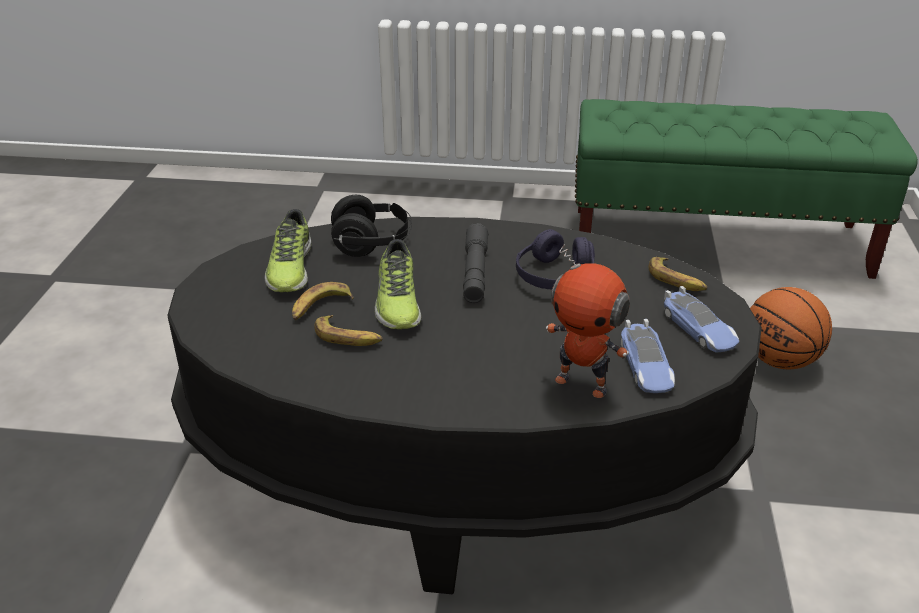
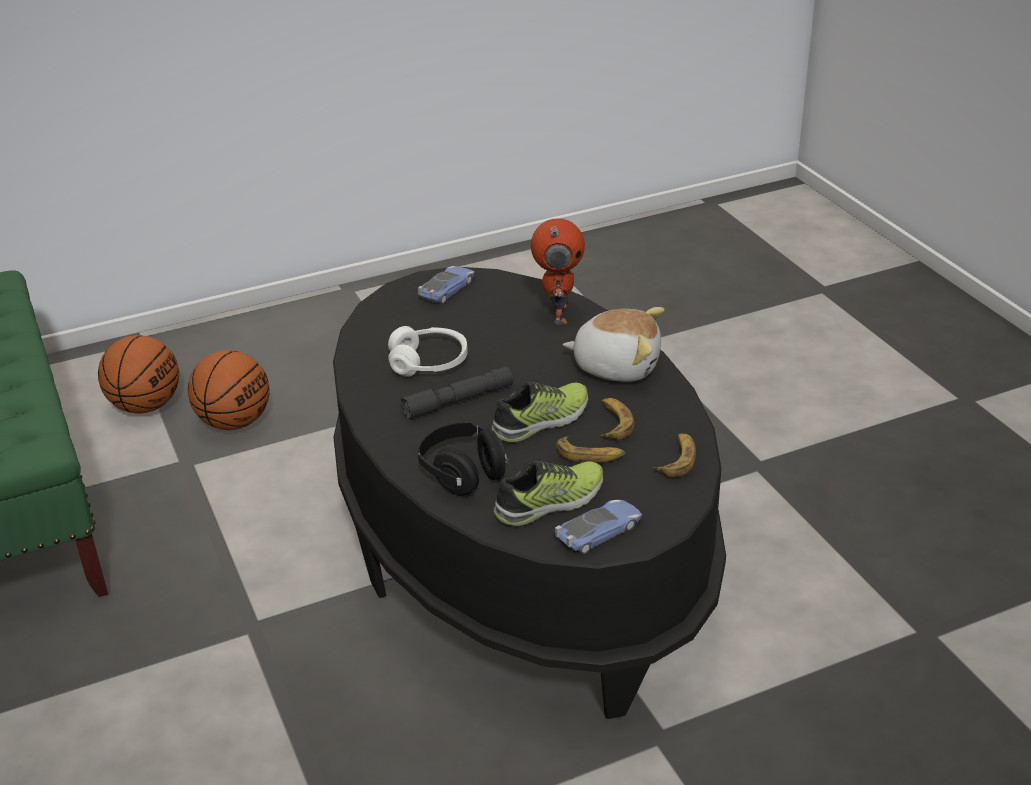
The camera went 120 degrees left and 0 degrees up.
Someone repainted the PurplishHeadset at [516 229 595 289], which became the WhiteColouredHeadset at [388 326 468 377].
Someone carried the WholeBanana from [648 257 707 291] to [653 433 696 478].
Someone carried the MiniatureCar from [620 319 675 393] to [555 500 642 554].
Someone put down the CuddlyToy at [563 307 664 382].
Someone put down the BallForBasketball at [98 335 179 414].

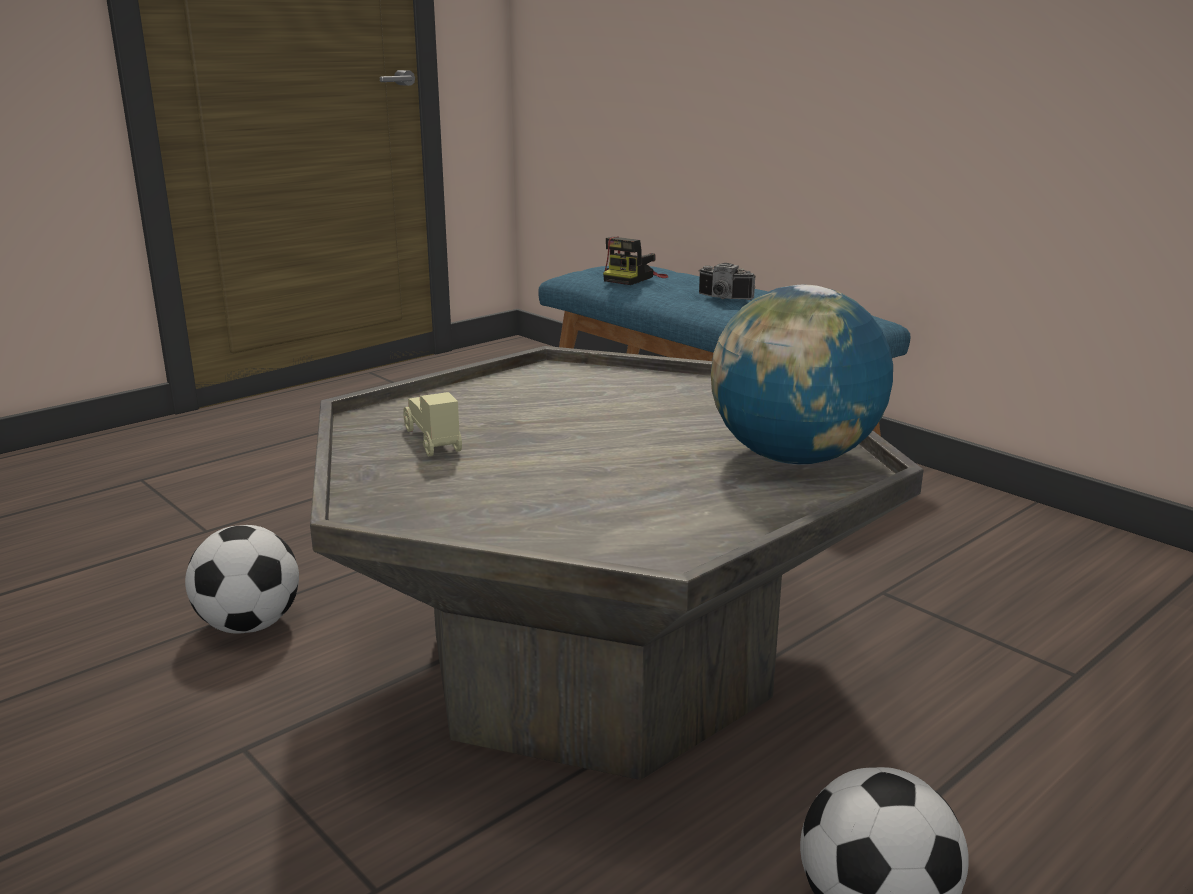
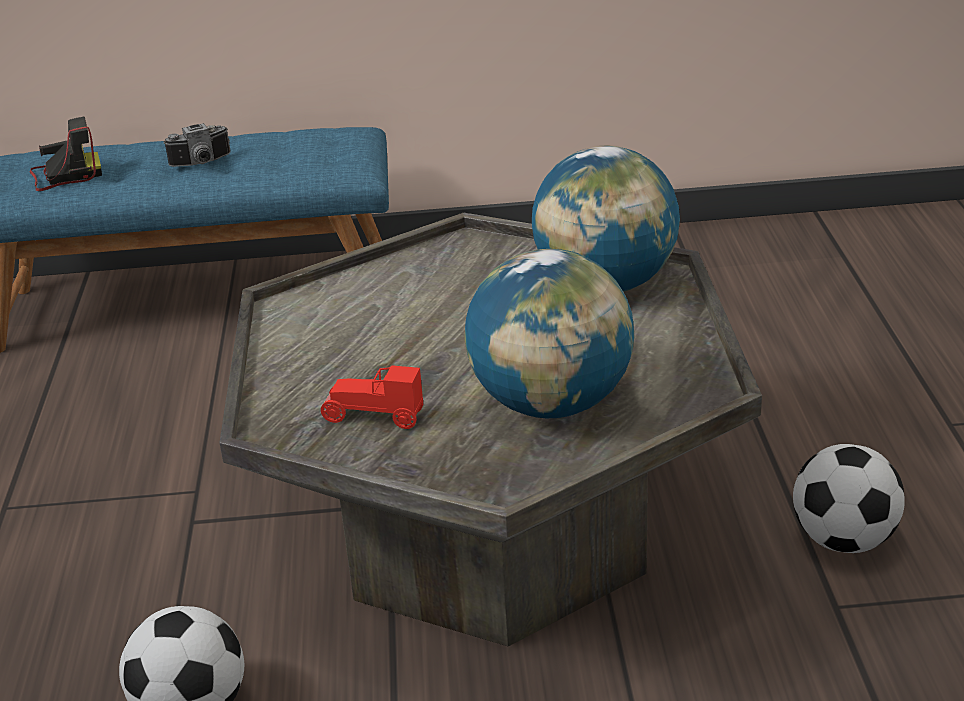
The camera went 50 degrees left and 10 degrees up.
Someone rotated the PhotoCamera at [603 237 668 285] by 90 degrees counterclockwise.
Someone repainted the BeigeColouredMiniatureCar at [403 392 462 456], which became the RedColouredMiniatureCar at [321 365 423 429].
Someone put down the Globe at [465 249 634 418].

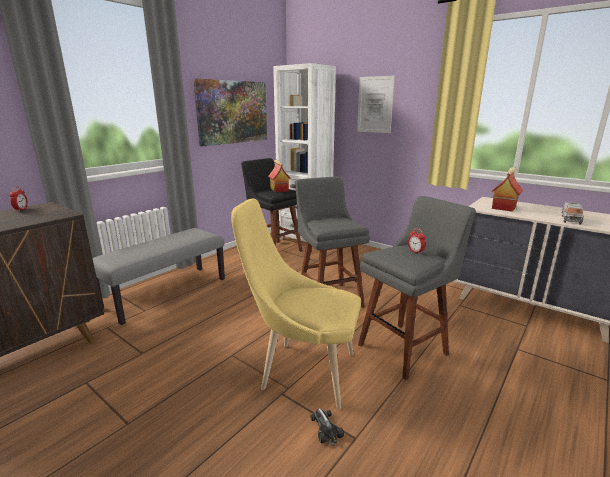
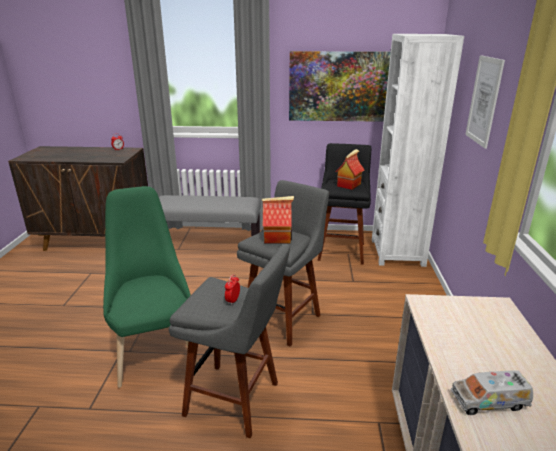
The camera went 55 degrees right and 5 degrees up.
Someone carried the MiniatureHouse from [491 167 523 212] to [262 196 294 243].
Someone repainted the YellowColouredChair at [231 199 361 409], which became the GreenColouredChair at [103 186 197 388].
Someone took away the MiniatureCar at [310 408 344 446].

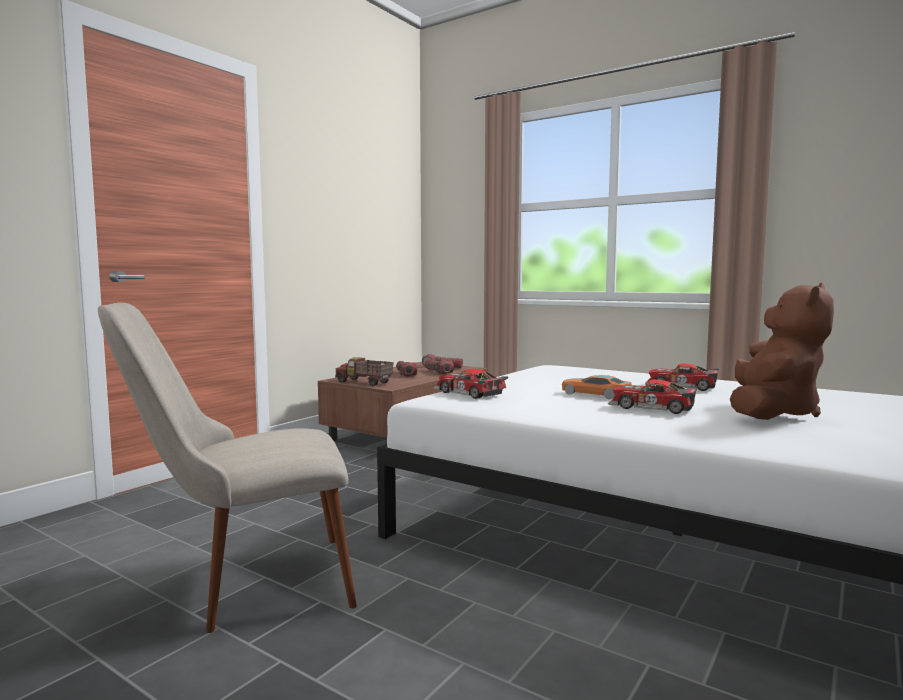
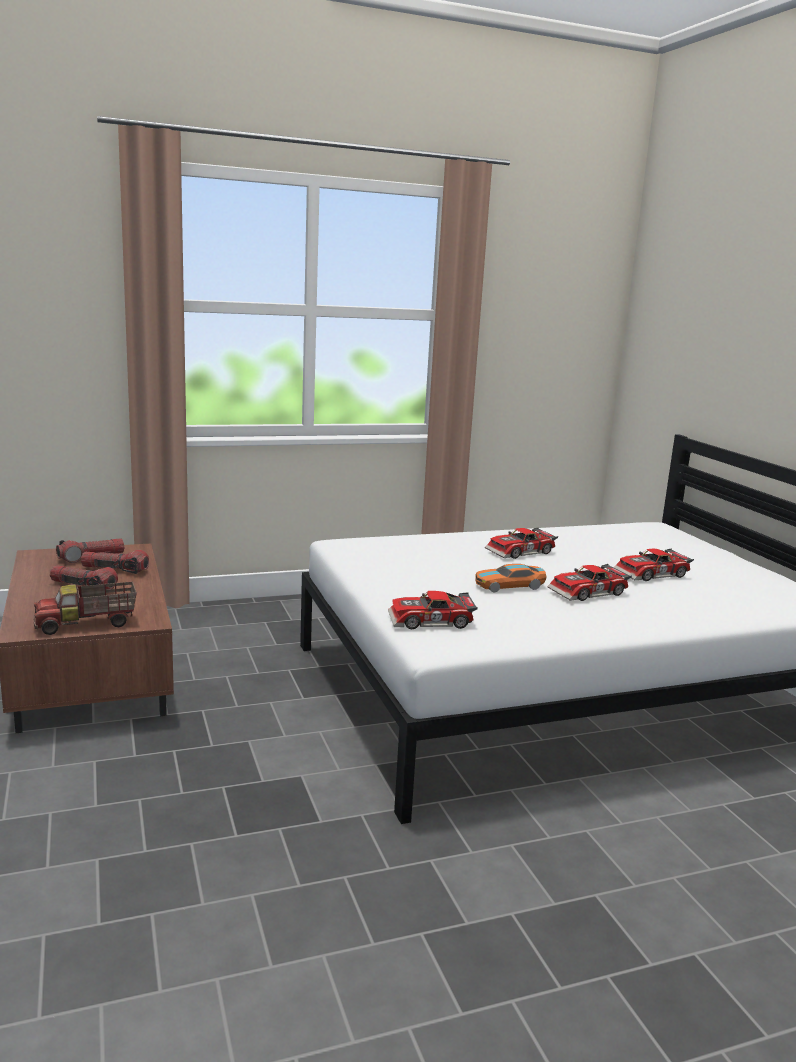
The camera went 55 degrees left and 10 degrees up.
Someone swapped the BrownishCuddlyToy at [730 283 834 420] for the MiniatureCar at [613 549 694 581].
Someone took away the BeigeColouredChair at [98 303 357 633].

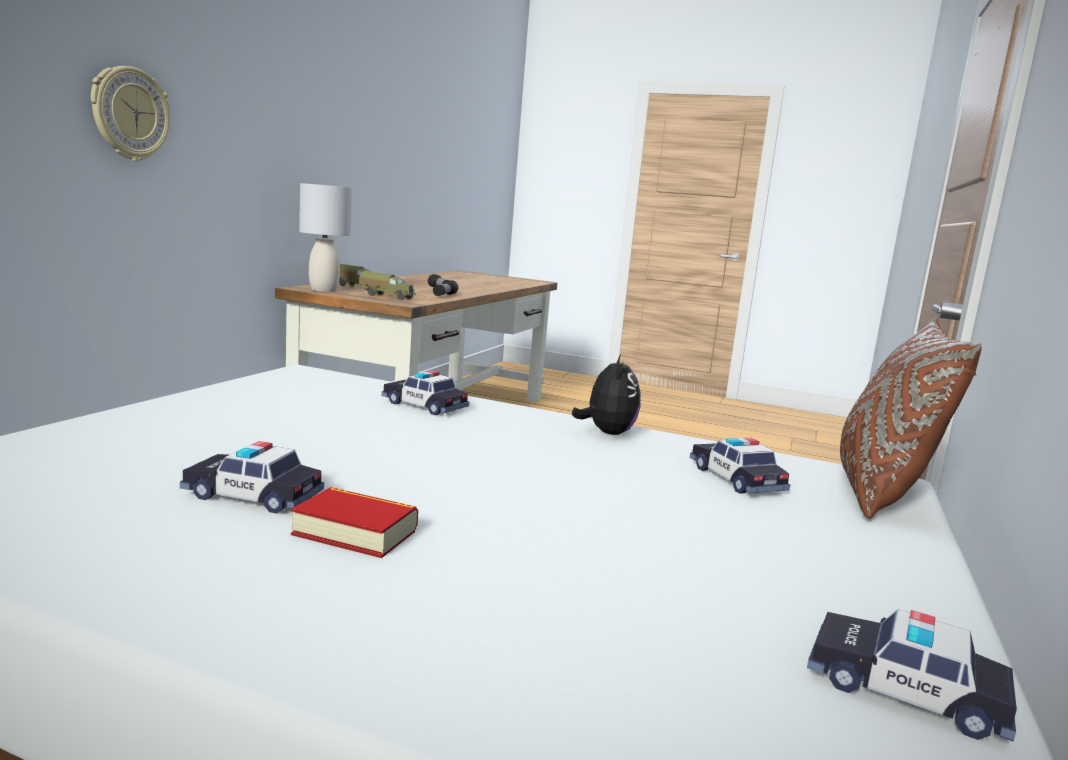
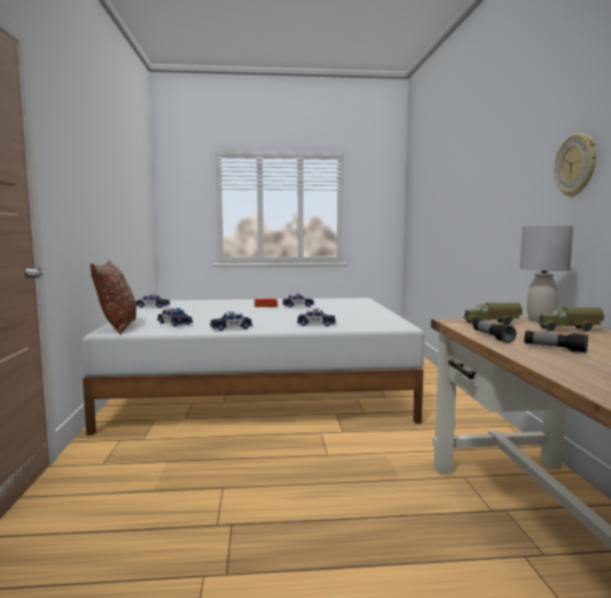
The camera went 155 degrees right and 5 degrees down.
Someone carried the HangingClock from [91 66 170 161] to [554 133 597 197].
Someone swapped the CuddlyToy at [572 354 641 435] for the MiniatureCar at [210 311 252 331].

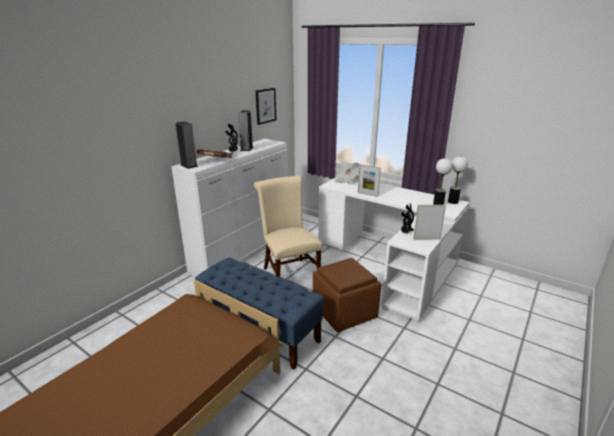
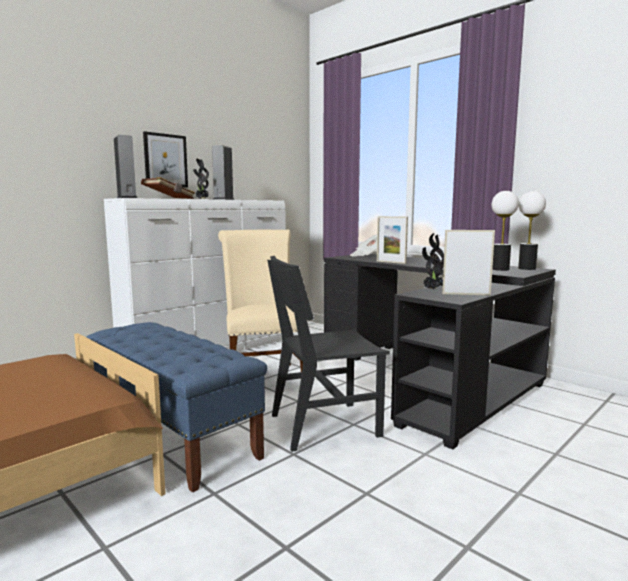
The camera went 10 degrees right and 15 degrees down.
Someone carried the WallArt from [256 88 276 125] to [143 131 188 188].
Someone repainted the WhiteColouredDesk at [318 177 469 323], which became the BlackColouredDesk at [324 254 556 449].
Someone swapped the BrownishFootrest at [313 258 381 332] for the BlackColouredChair at [267 256 390 452].

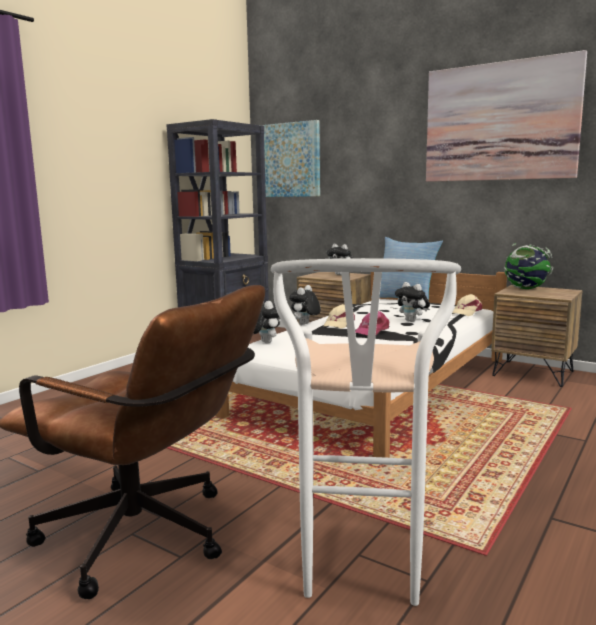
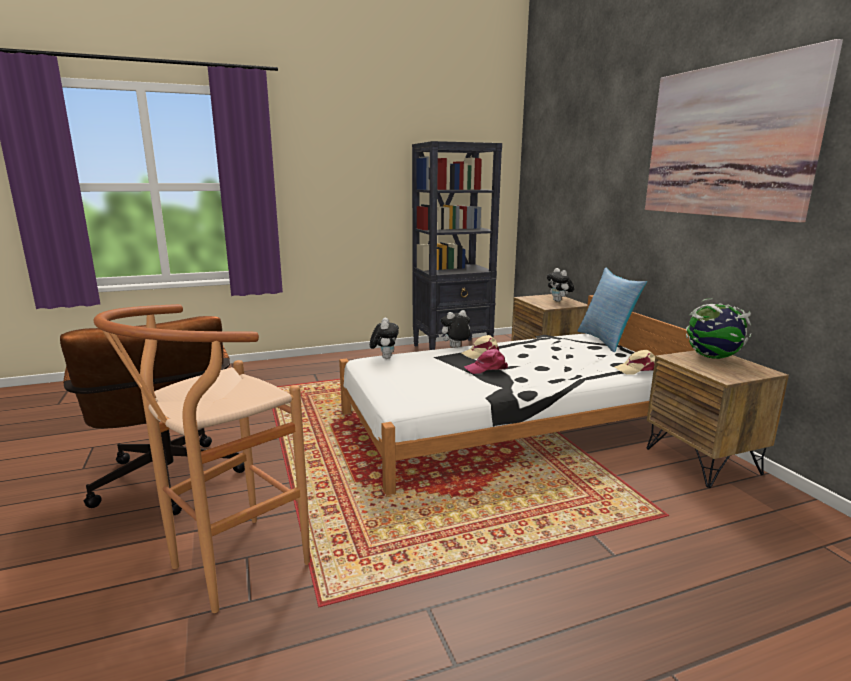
The camera went 35 degrees right and 5 degrees up.
Someone took away the WallArt at [261 120 320 197].
Someone repainted the WhiteColouredStoolSeat at [271 258 461 606], which became the BrownishStoolSeat at [94 304 310 613].
Someone took away the CuddlyToy at [395 282 430 322].

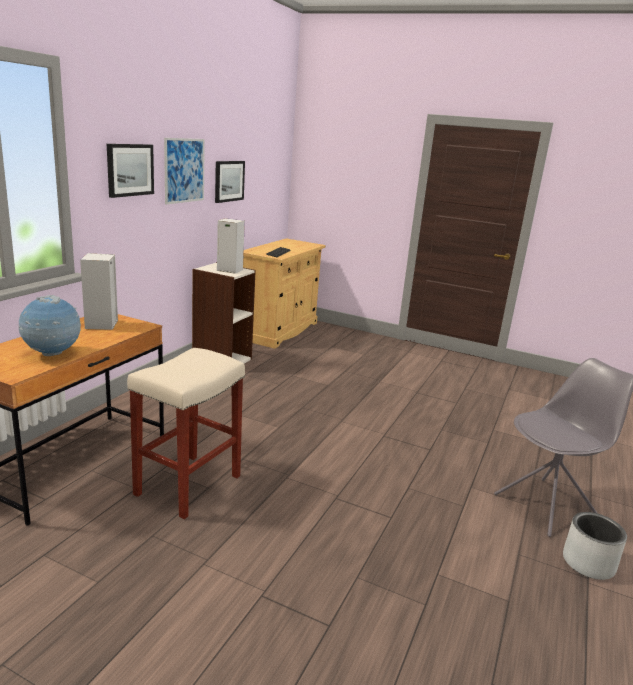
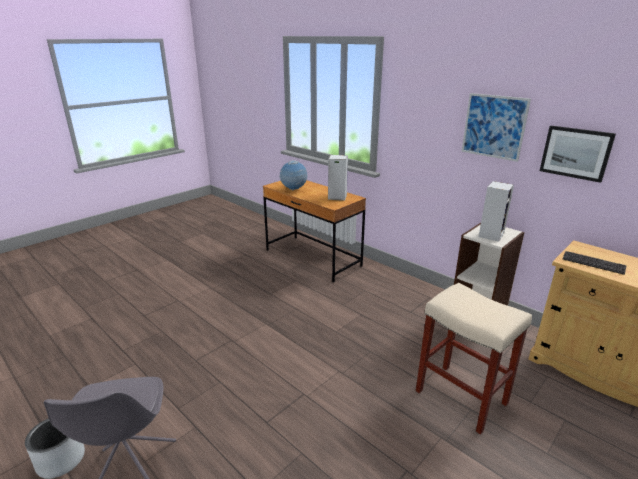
The camera went 110 degrees right and 5 degrees up.
Someone took away the WallArt at [107 144 154 198].
Someone carried the BeigeColouredStoolSeat from [127 348 245 519] to [416 283 532 434].

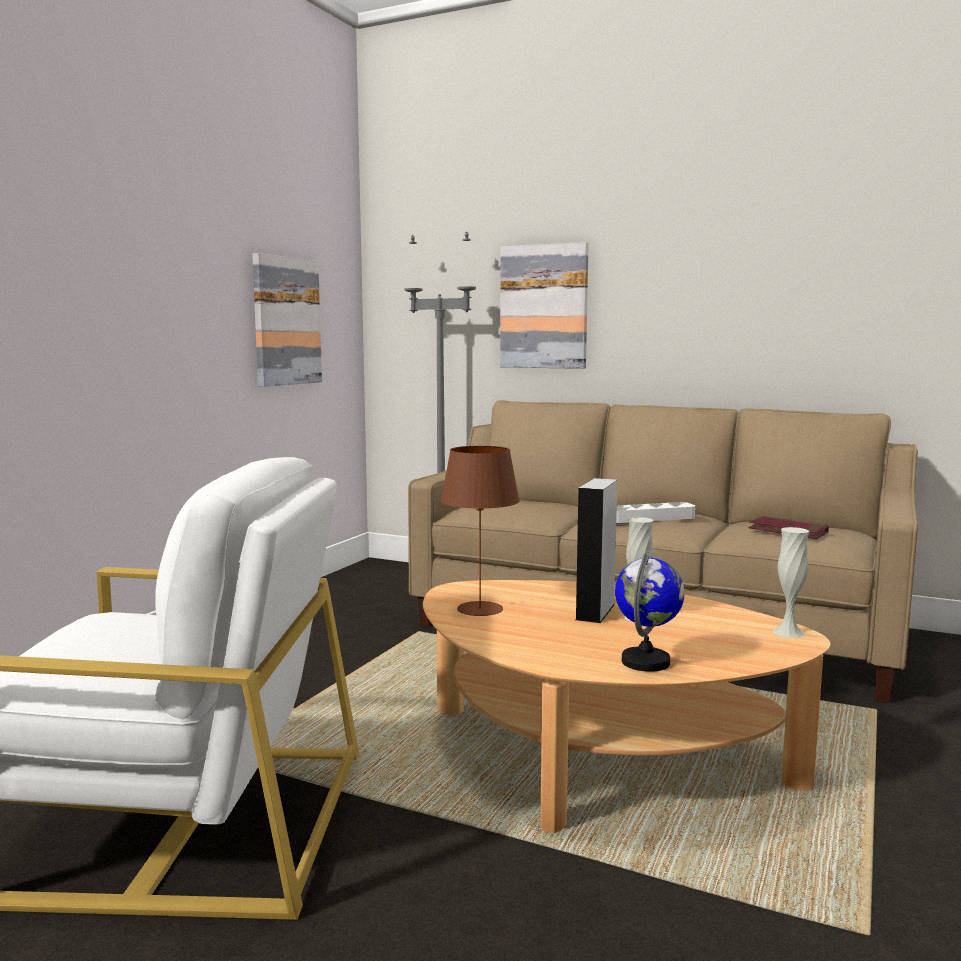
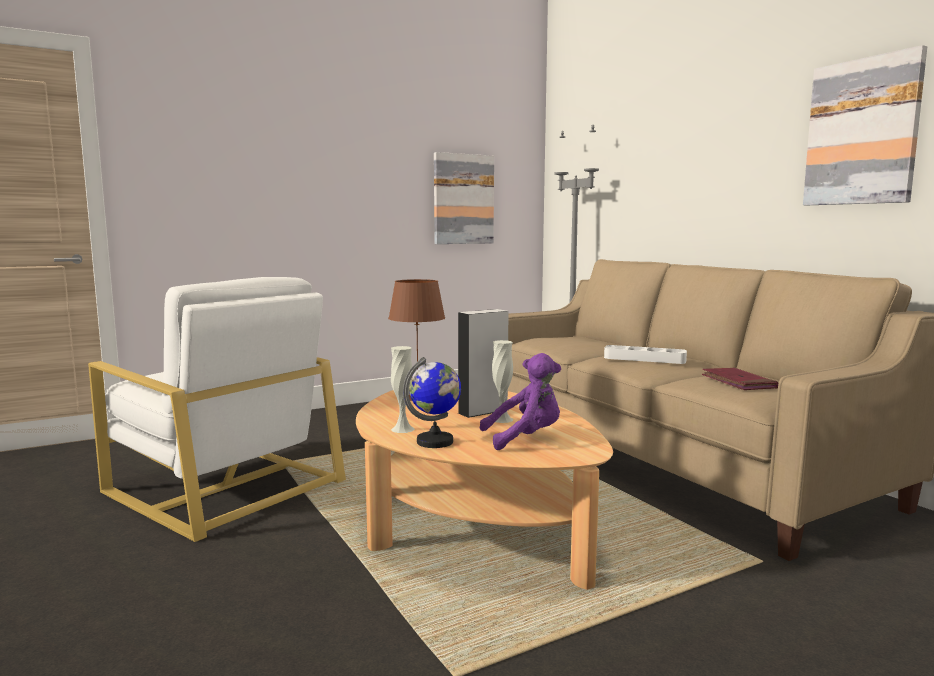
The camera went 35 degrees right and 0 degrees up.
Someone carried the WallArt from [500 242 589 369] to [803 45 927 205].
Someone carried the WhiteColouredFlowerVase from [773 527 809 638] to [391 346 415 433].
Someone put down the PurplishCuddlyToy at [480 353 561 450].

